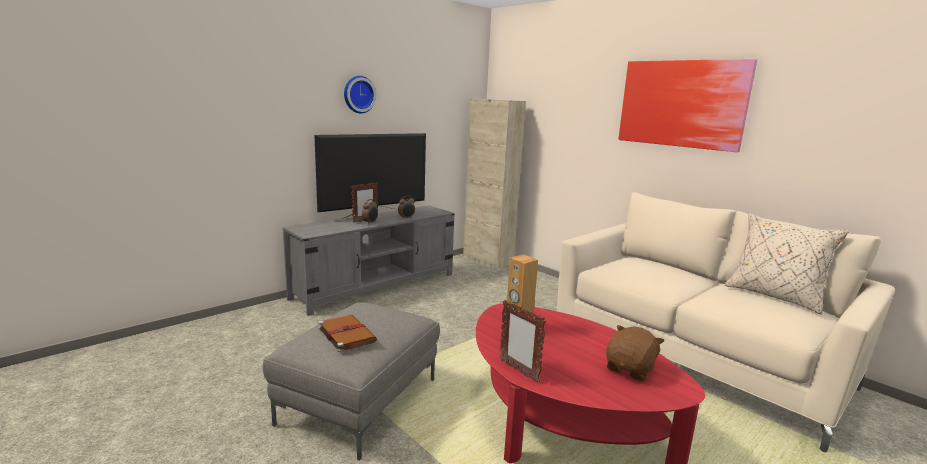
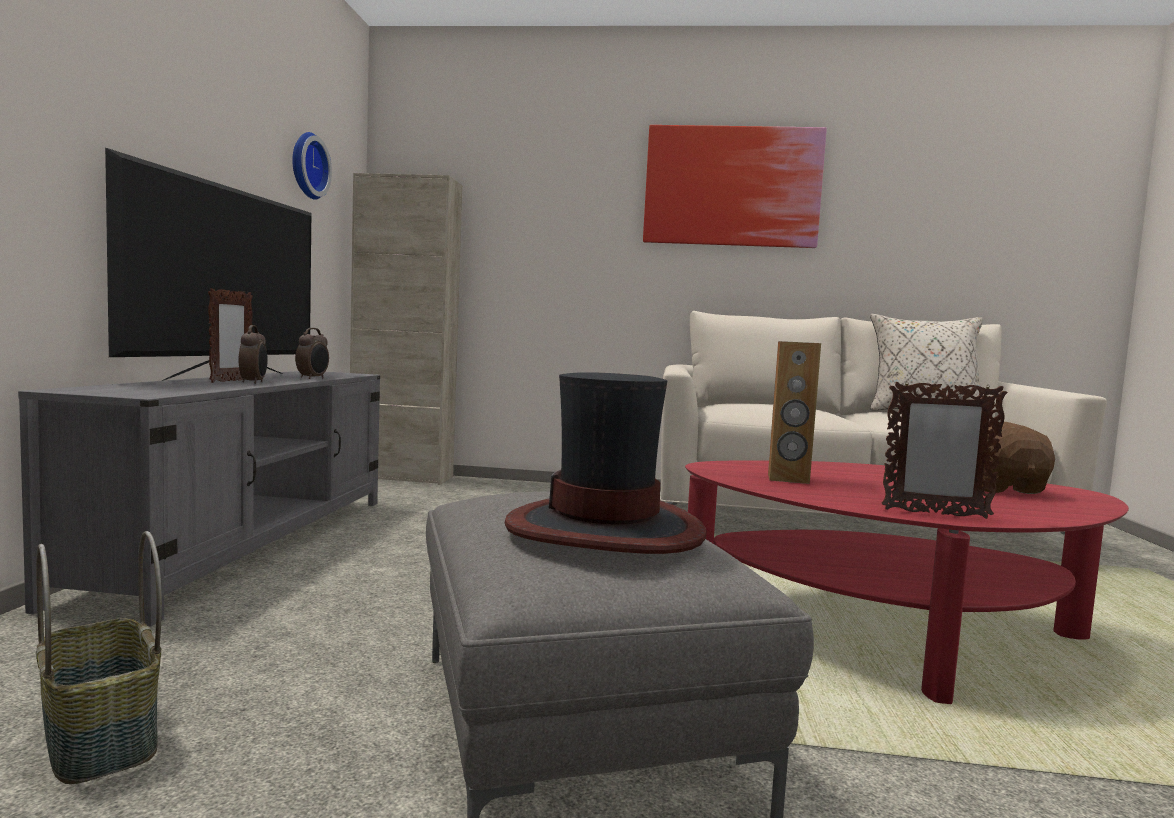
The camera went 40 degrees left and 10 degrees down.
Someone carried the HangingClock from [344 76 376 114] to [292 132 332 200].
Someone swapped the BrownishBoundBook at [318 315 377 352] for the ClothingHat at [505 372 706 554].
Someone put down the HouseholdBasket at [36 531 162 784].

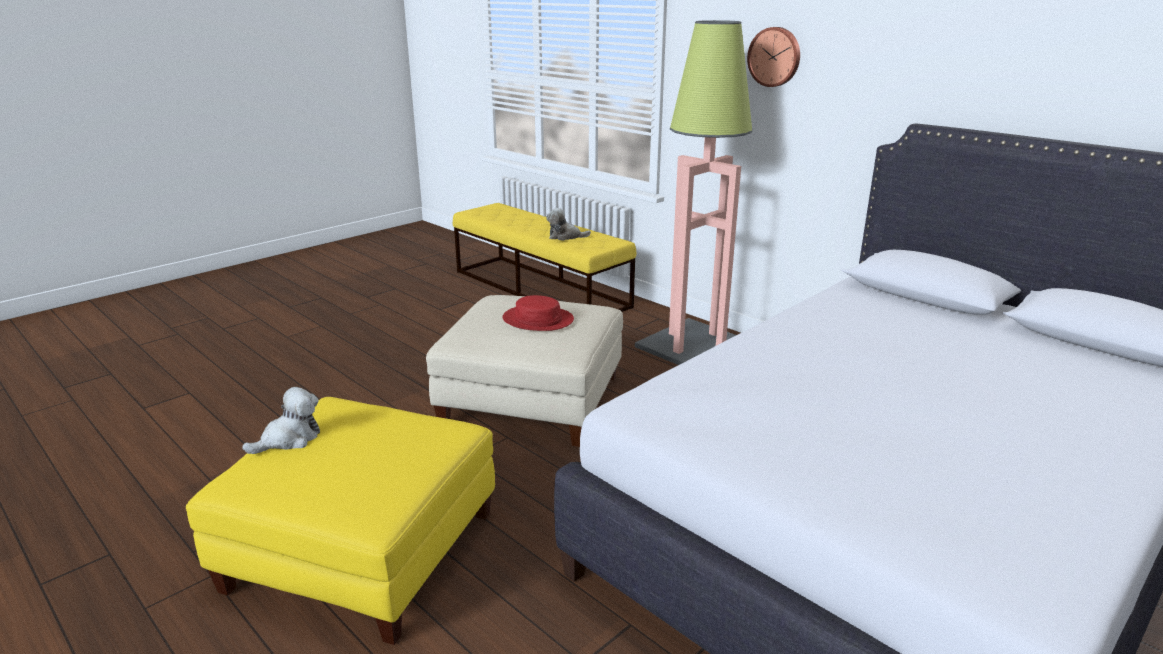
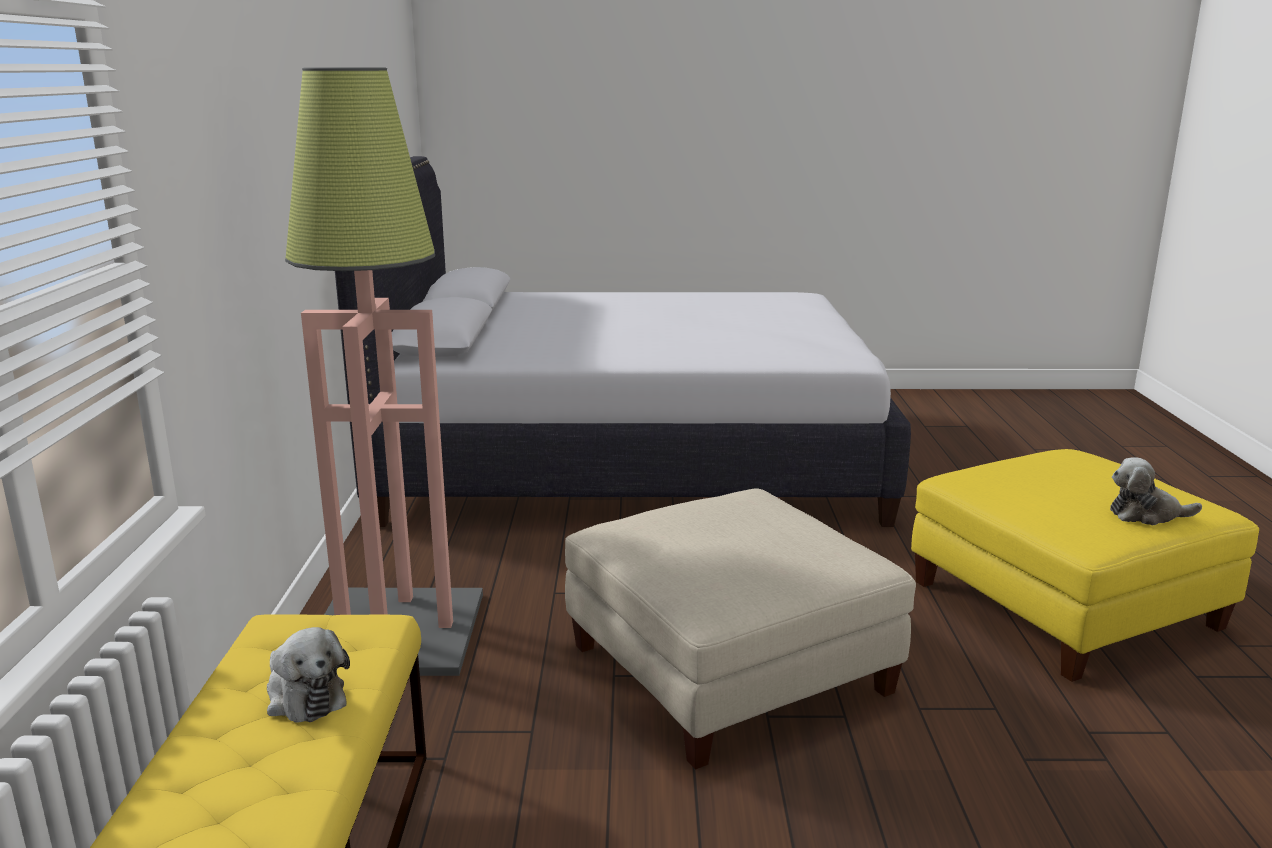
The camera went 135 degrees left and 5 degrees down.
Someone took away the HangingClock at [747 27 800 87].
Someone took away the RedColouredClothingHat at [503 295 574 331].

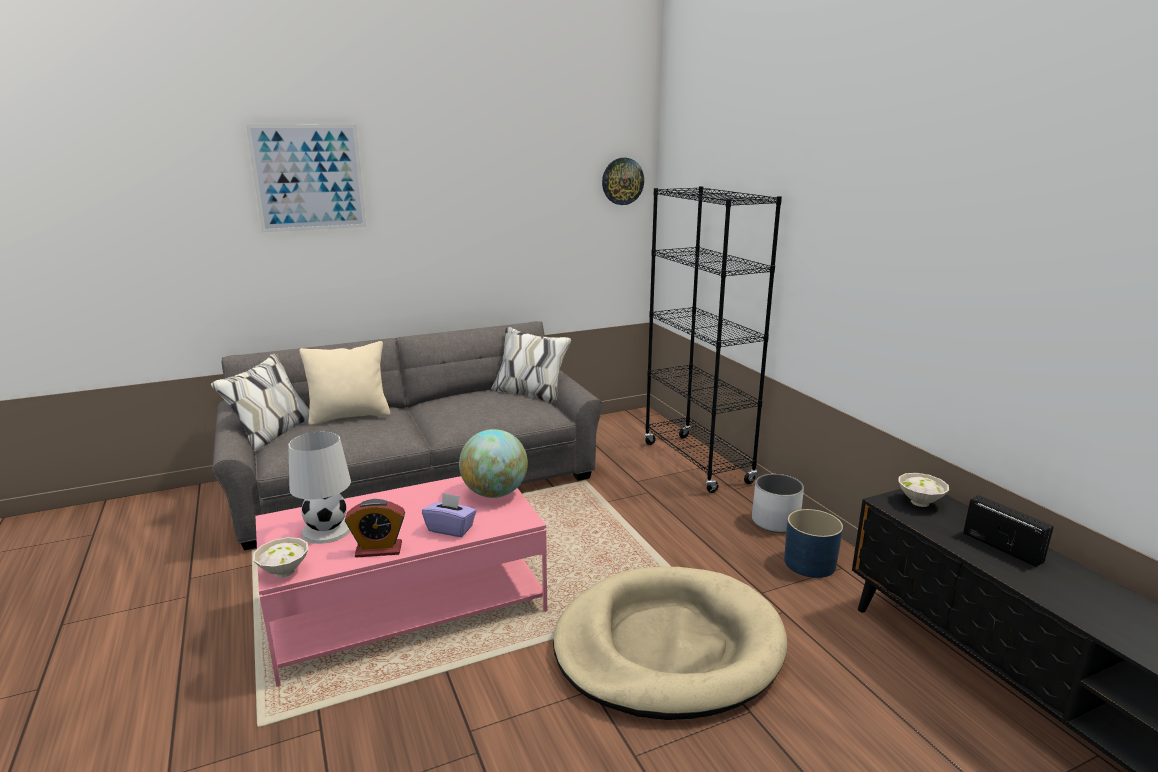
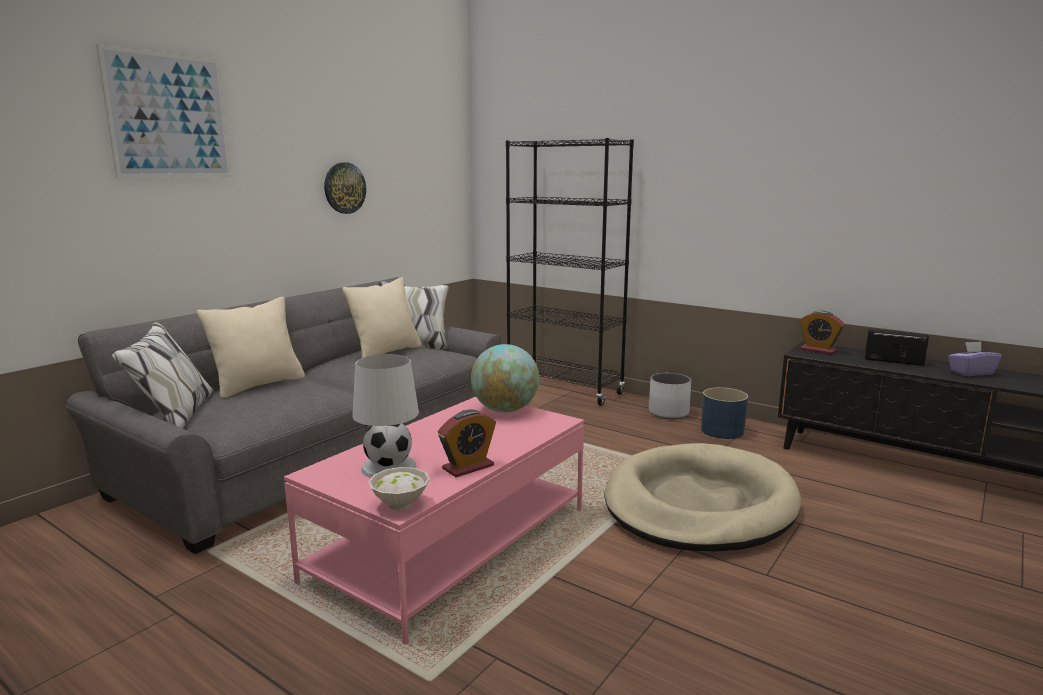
The camera went 30 degrees left and 5 degrees down.
Someone carried the HangingClock from [602 158 644 205] to [324 162 366 214].
Someone swapped the WhiteColouredDeepDish at [898 473 949 507] for the AlarmClock at [799 311 845 355].
Someone carried the PurplishBoxOfTissues from [422 493 476 537] to [948 341 1002 376].
Someone put down the BeigeColouredThrowPillow at [342 277 422 358].

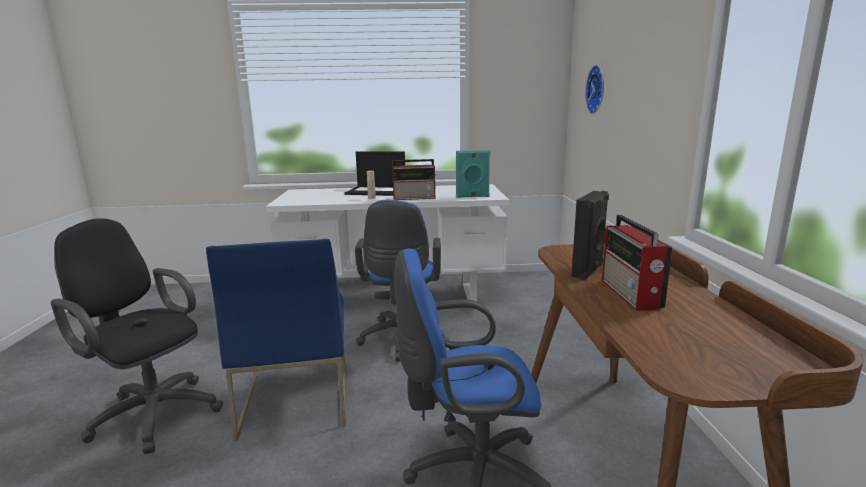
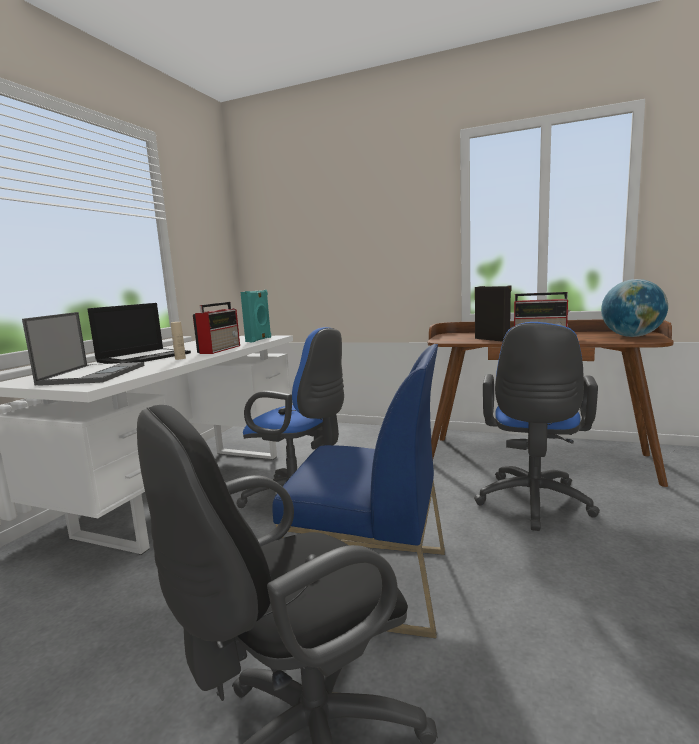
The camera went 65 degrees left and 5 degrees down.
Someone took away the HangingClock at [585 65 604 114].
Someone put down the Globe at [601 279 668 337].
Someone put down the PortableComputer at [22 312 144 386].

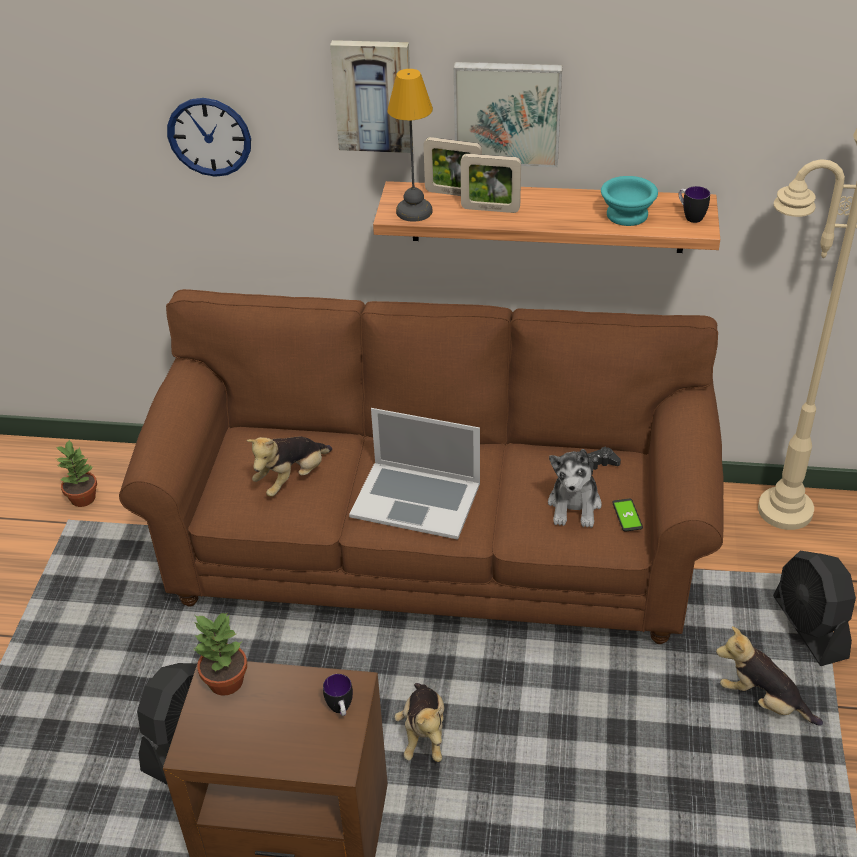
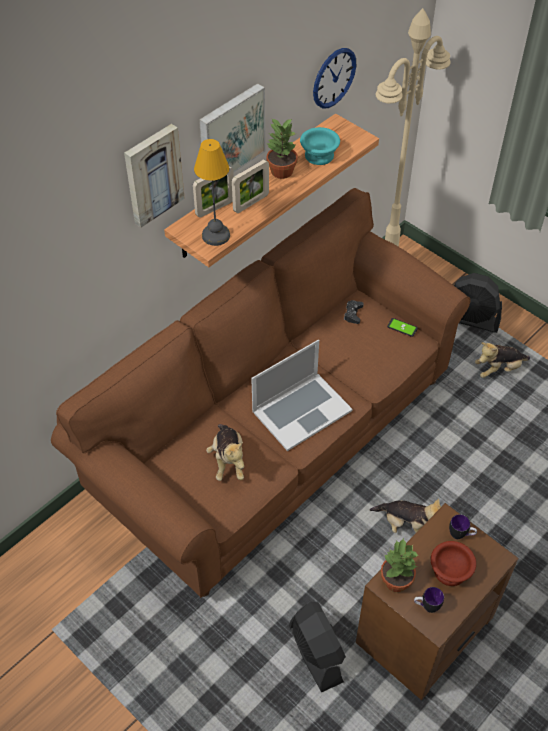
The camera went 55 degrees left and 10 degrees up.
Someone carried the HangingClock from [167 98 251 177] to [313 48 356 108].
Someone carried the TeaMug from [679 186 710 223] to [414 587 444 613].
Someone carried the Houseplant from [55 440 97 507] to [266 119 298 179].
Someone took away the CuddlyToy at [548 449 602 528].
Someone put down the BrownishDeepDish at [431 541 476 586].

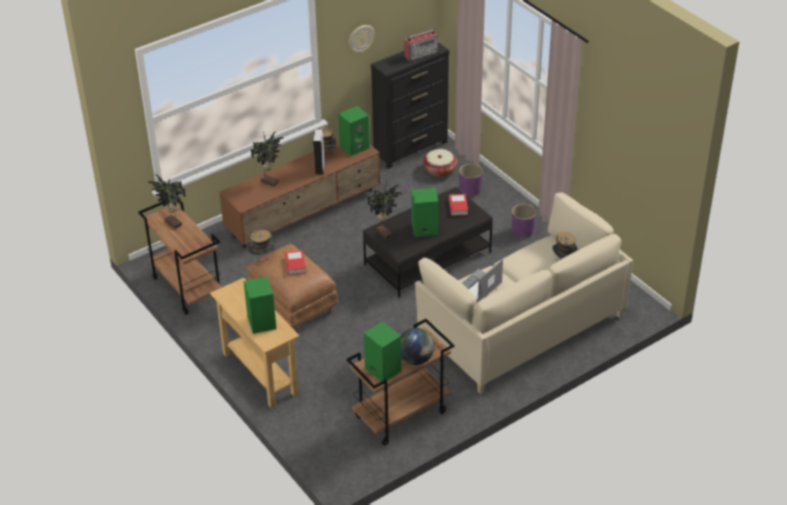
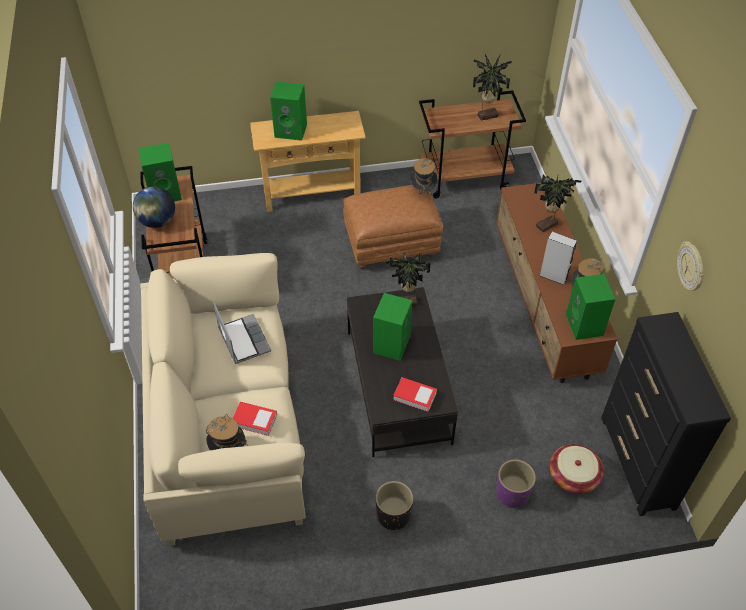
The camera went 115 degrees right and 10 degrees up.
Someone took away the RadioSet at [404 30 438 61].
Someone repainted the PurplishPlantPot at [512 204 537 238], which became the BlackColouredPlantPot at [376 481 413 530].
Someone carried the BoundBook from [285 250 306 275] to [233 402 277 436].

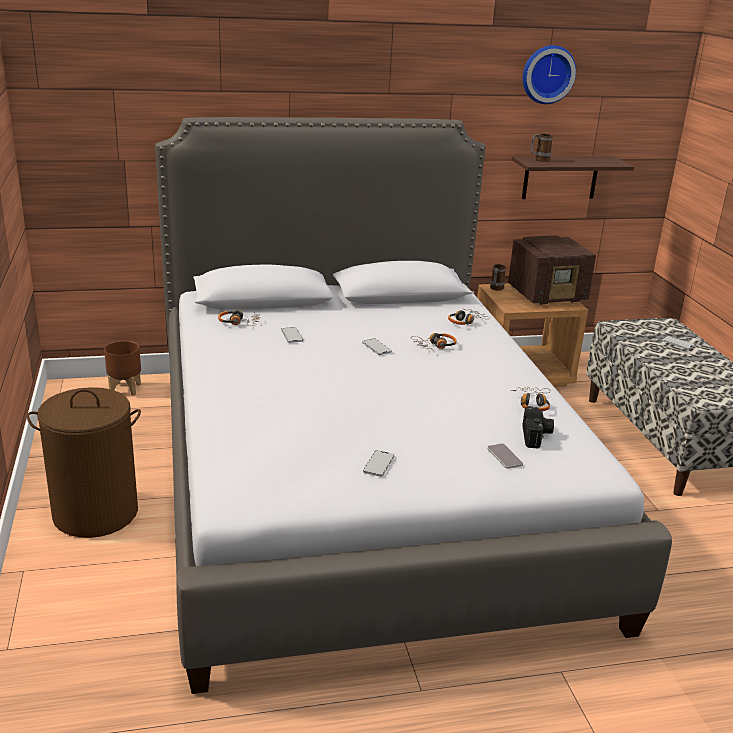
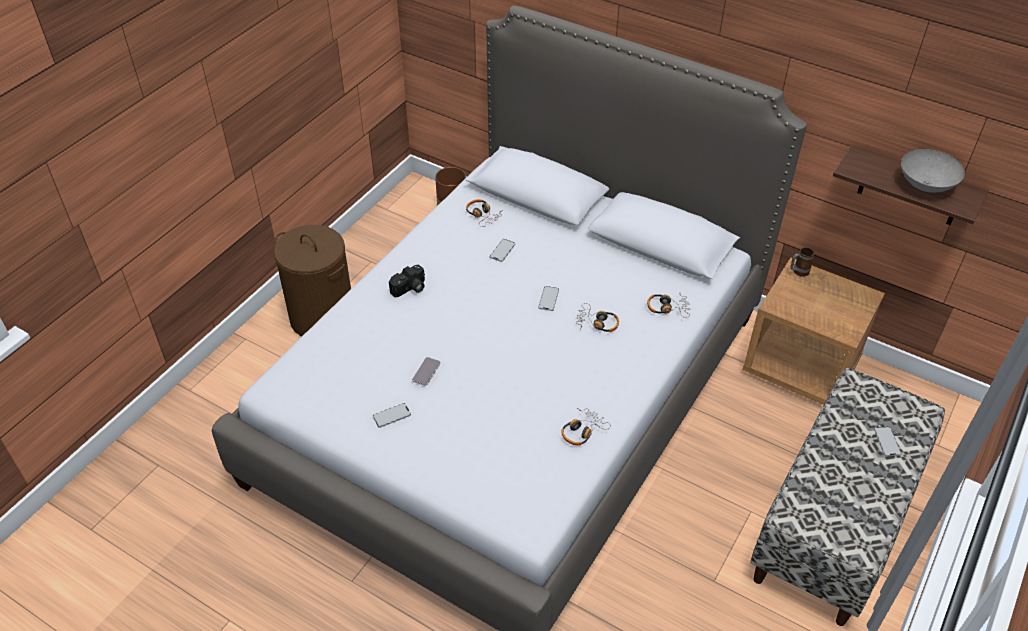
The camera went 45 degrees right and 20 degrees up.
Someone took away the HangingClock at [523 45 576 104].
Someone took away the TeaMug at [531 134 553 162].
Someone took away the RadioSet at [508 235 596 305].
Someone carried the PhotoCamera from [522 406 554 449] to [389 264 425 298].
Someone carried the Handset from [487 443 523 469] to [412 357 440 386].
Someone put down the GreyishDeepDish at [901 149 965 193].

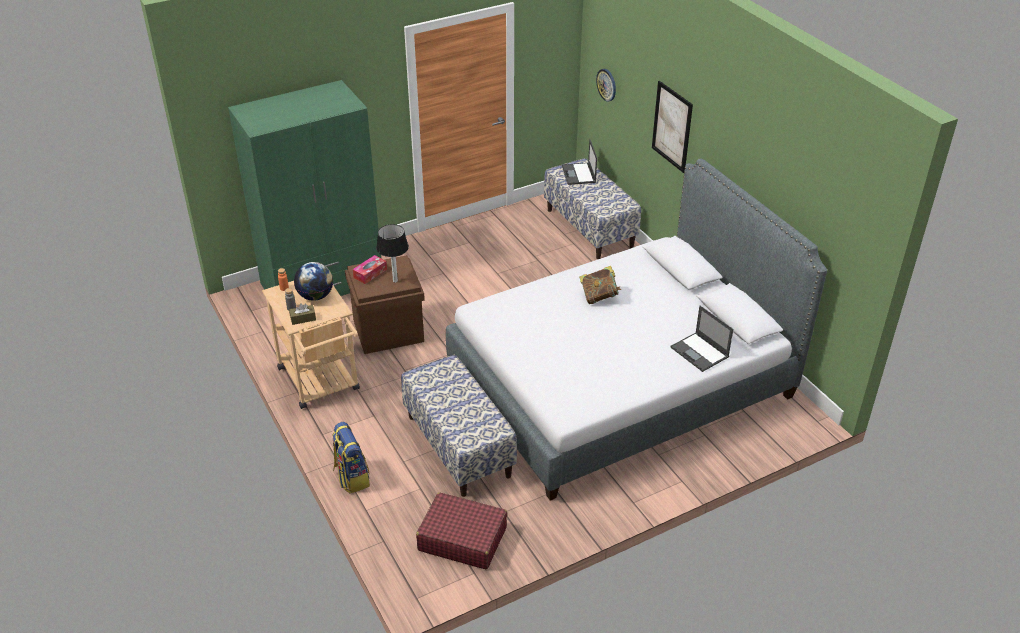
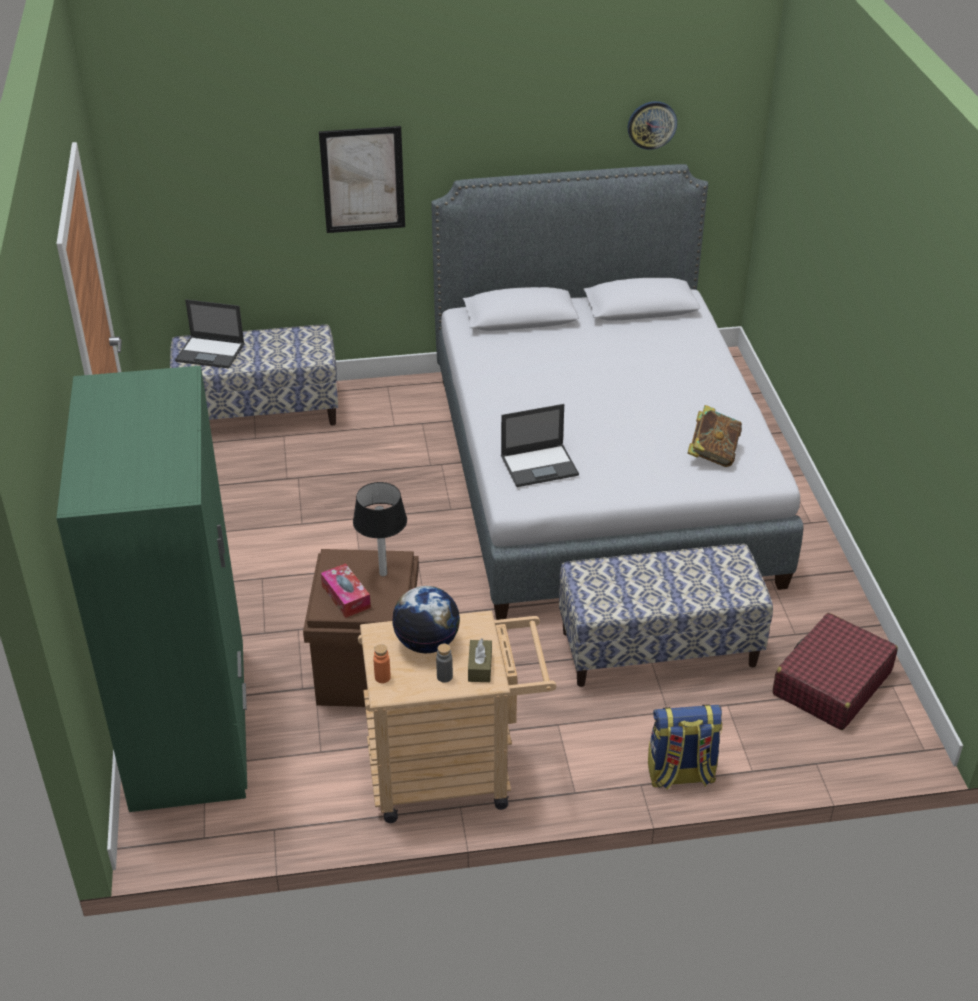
The camera went 70 degrees left and 0 degrees up.
Someone carried the HangingClock from [596 69 616 102] to [628 101 677 150].
Someone carried the BoundBook from [579 266 621 304] to [688 405 742 467].
Someone carried the PortableComputer from [671 306 733 372] to [501 404 579 487].

